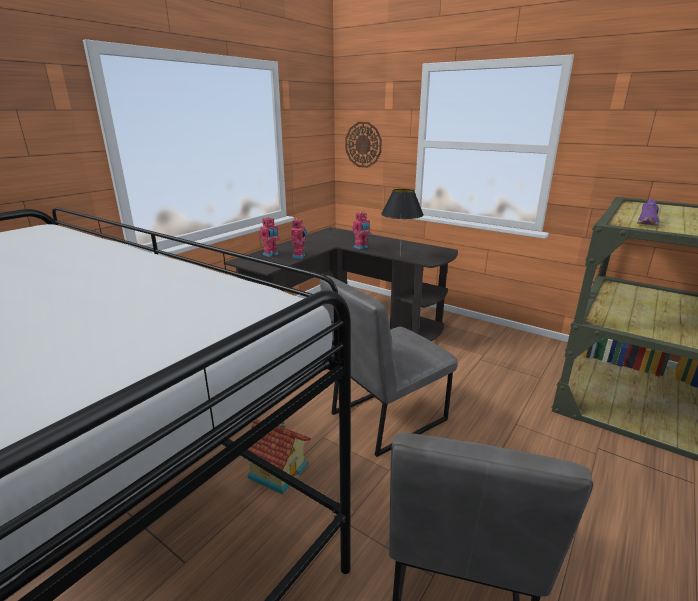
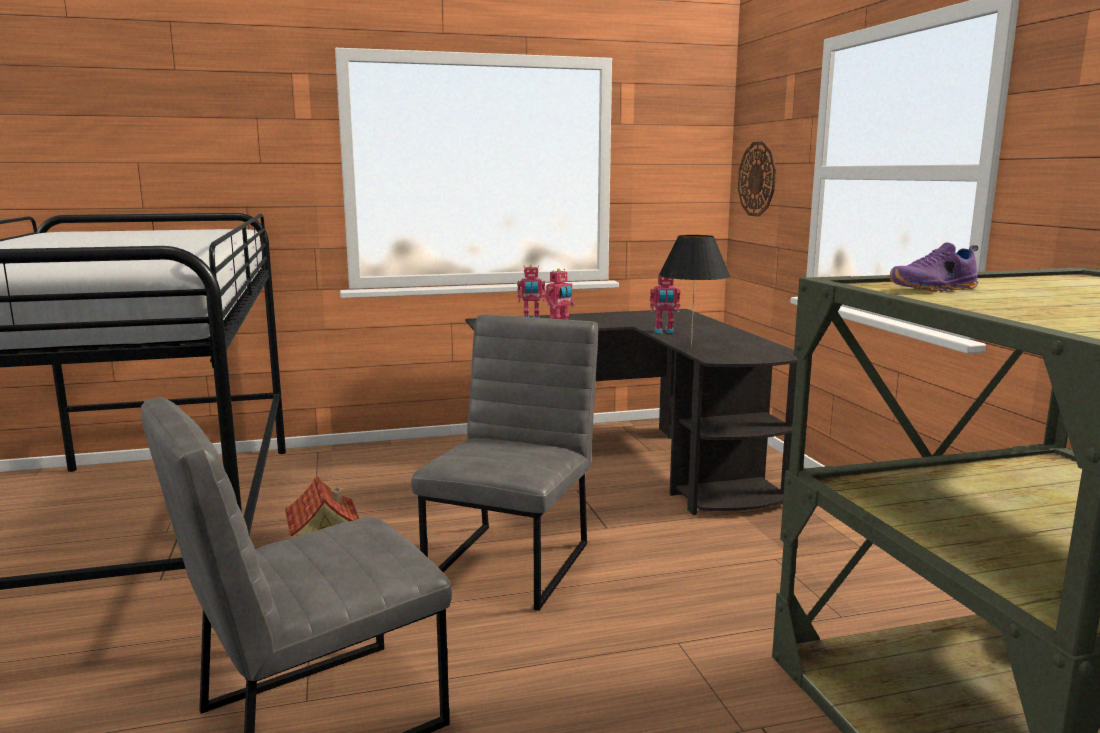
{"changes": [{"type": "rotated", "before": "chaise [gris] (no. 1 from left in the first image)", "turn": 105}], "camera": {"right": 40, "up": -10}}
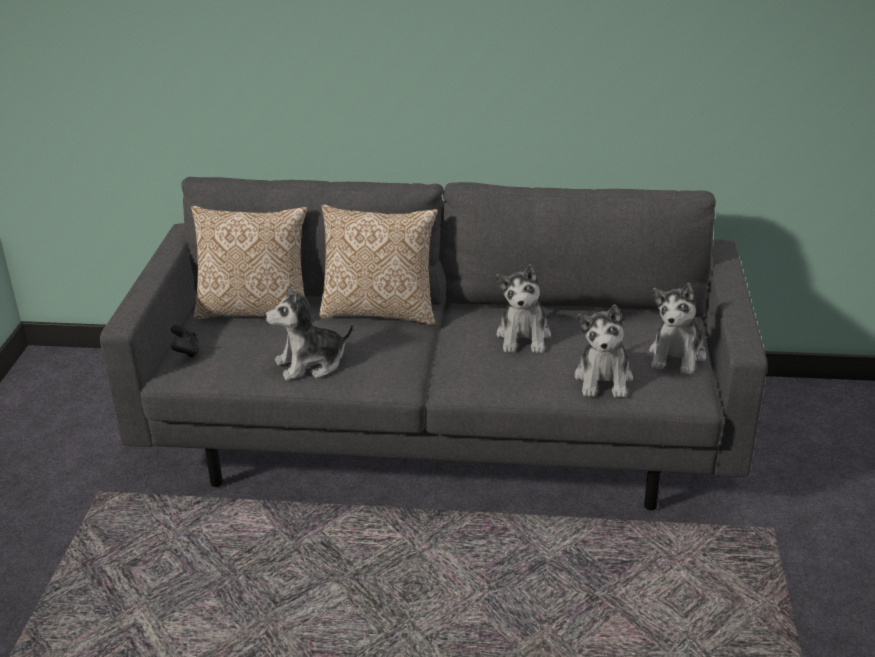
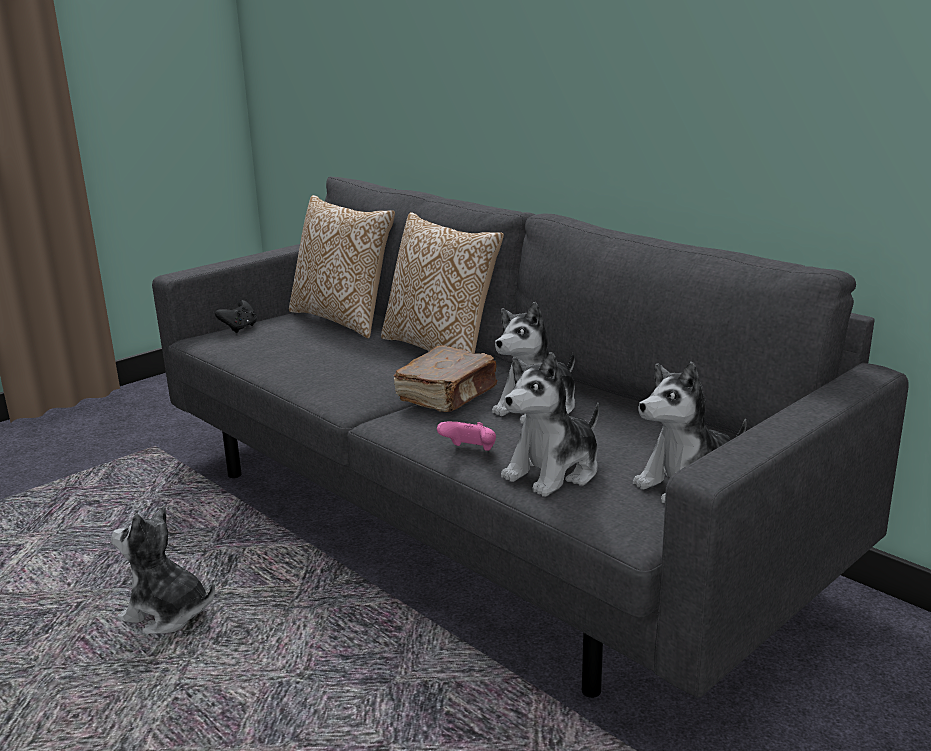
{"changes": [{"type": "new", "after": "livre [marron]"}, {"type": "new", "after": "manette [rose]"}, {"type": "shifted", "before": "peluche (no. 1 from left)"}], "camera": {"right": 40, "up": -10}}
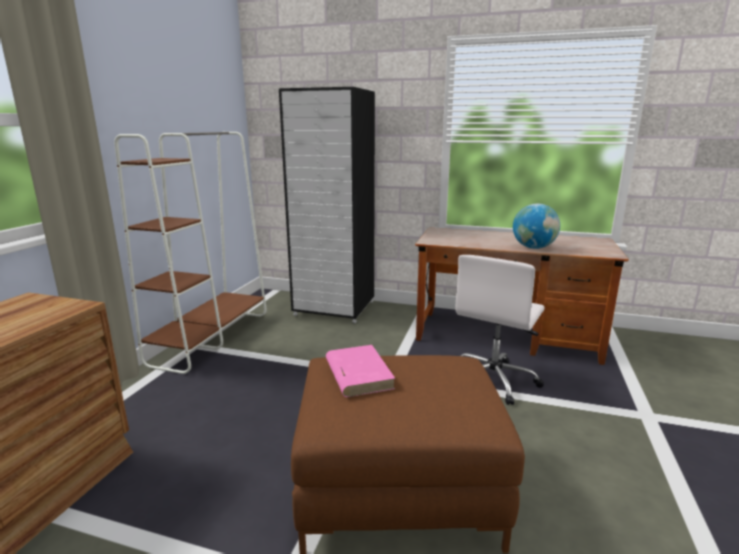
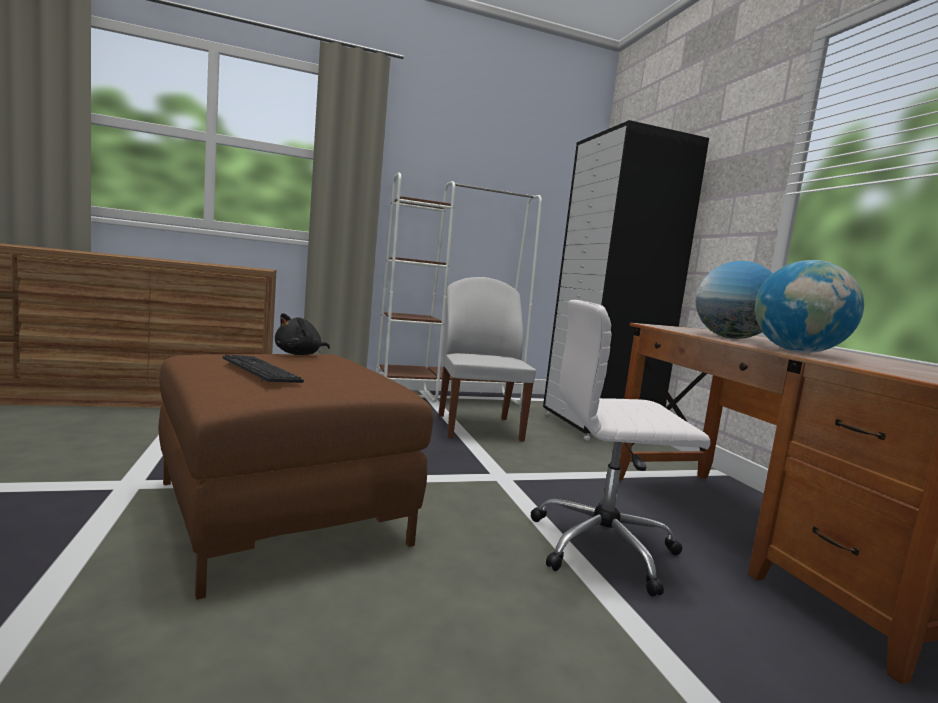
{"changes": [{"type": "new", "after": "clavier"}, {"type": "new", "after": "chaise [blanc]"}, {"type": "new", "after": "globe (no. 1 from left)"}, {"type": "swapped", "before": "livre [rose]", "after": "peluche [noir]"}], "camera": {"right": 55, "up": -10}}
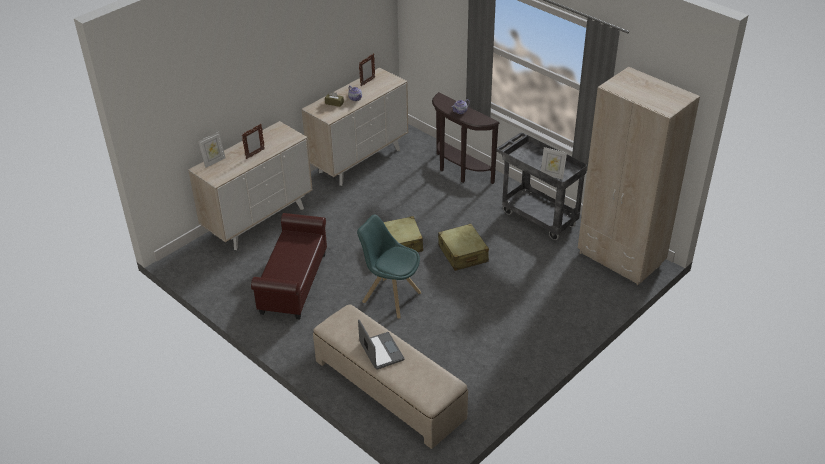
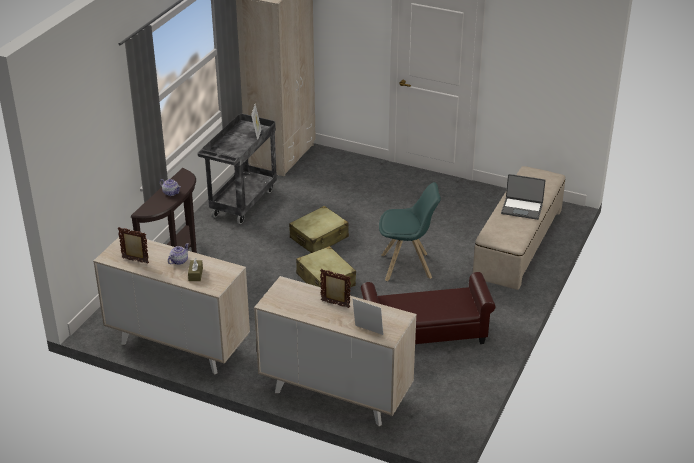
{"changes": [{"type": "rotated", "before": "chaise [turquoise]", "turn": -105}, {"type": "rotated", "before": "ordinateur portable", "turn": -120}], "camera": {"right": -110, "up": -5}}
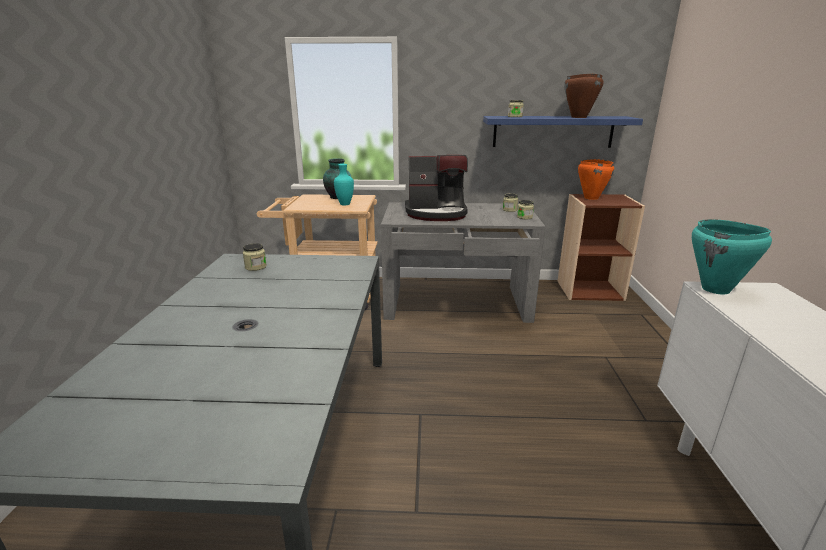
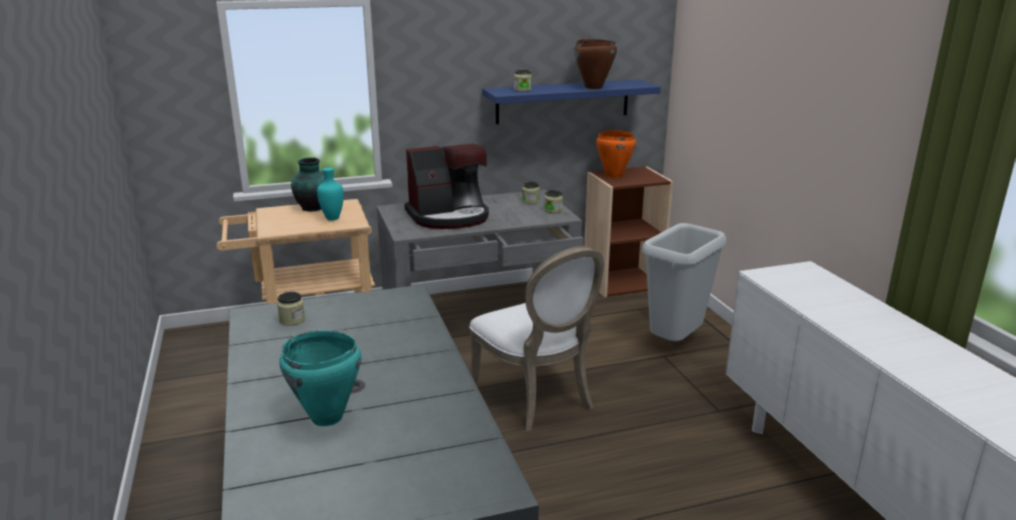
{"changes": [{"type": "new", "after": "chaise [blanc]"}, {"type": "new", "after": "poubelle [gris]"}, {"type": "shifted", "before": "marmite [turquoise]"}], "camera": {"right": -20, "up": 0}}
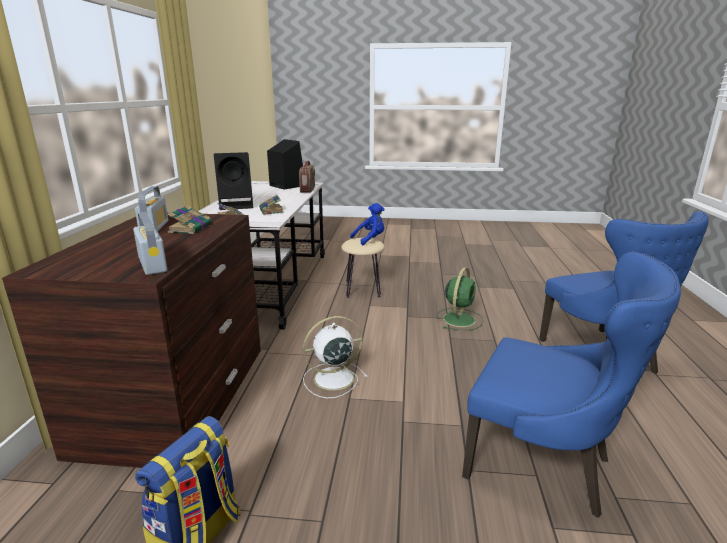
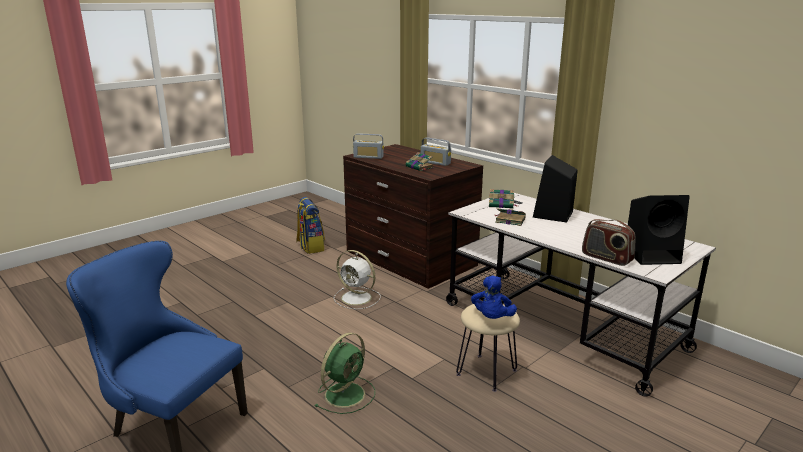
{"changes": [{"type": "gone", "before": "chaise [bleu] (no. 1 from left)"}, {"type": "rotated", "before": "ventilateur [blanc]", "turn": 105}, {"type": "rotated", "before": "ventilateur [vert]", "turn": -120}], "camera": {"right": 130, "up": 0}}
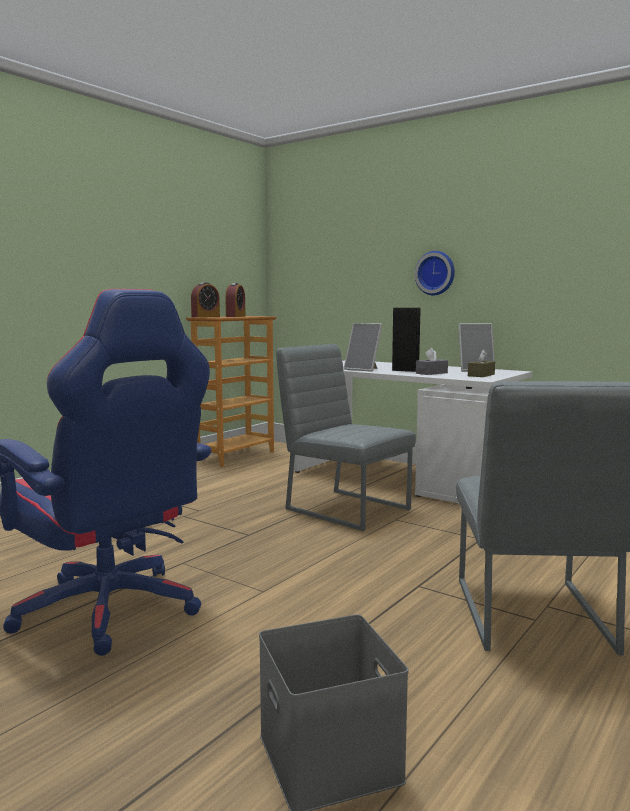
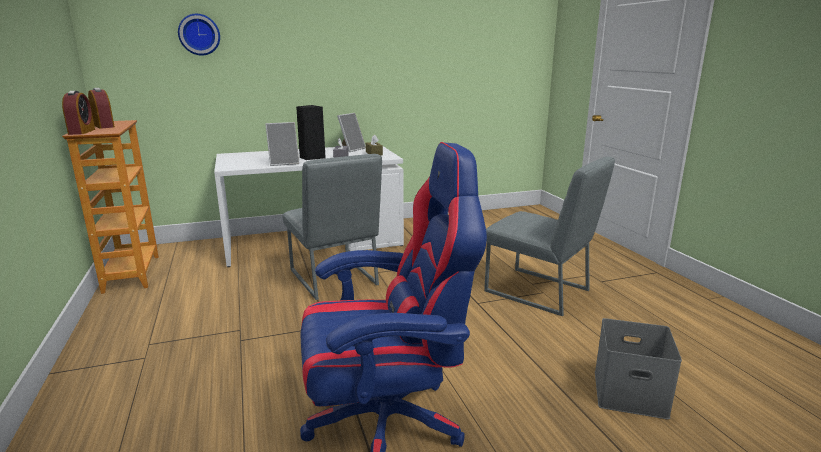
{"changes": [{"type": "shifted", "before": "horloge murale"}, {"type": "rotated", "before": "chaise [gris] (no. 1 from left)", "turn": -105}], "camera": {"right": -55, "up": 10}}
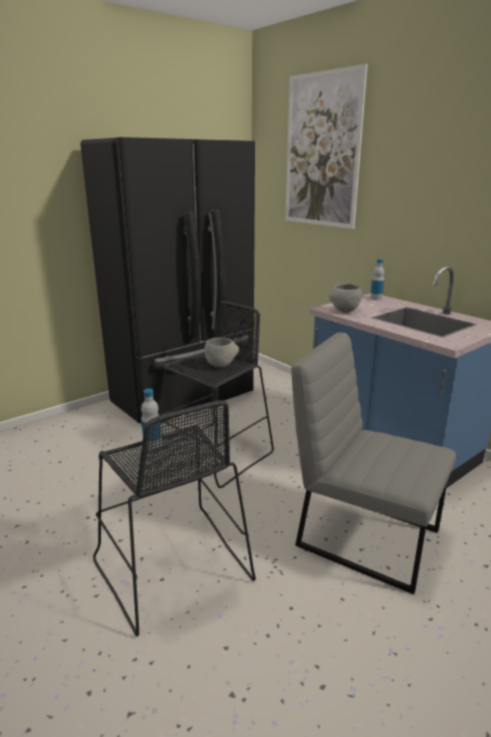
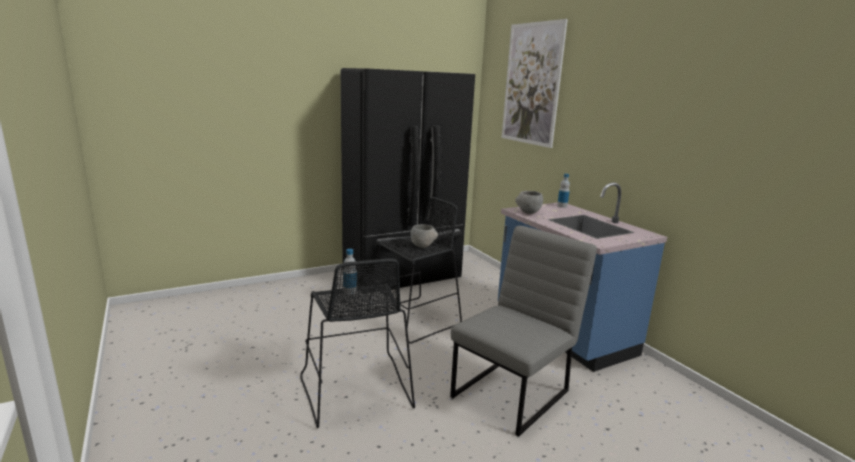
{"changes": [{"type": "rotated", "before": "chaise [gris]", "turn": 90}], "camera": {"right": 10, "up": -5}}
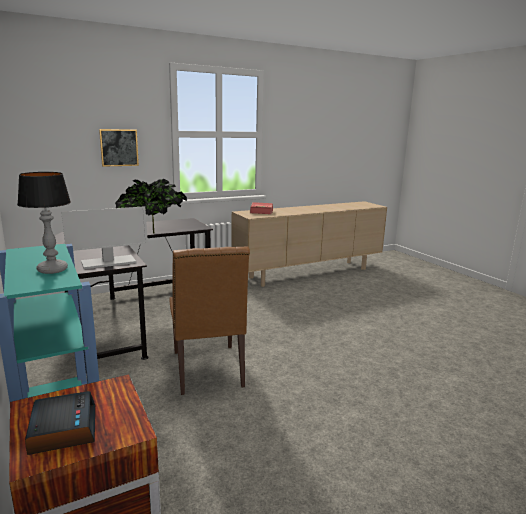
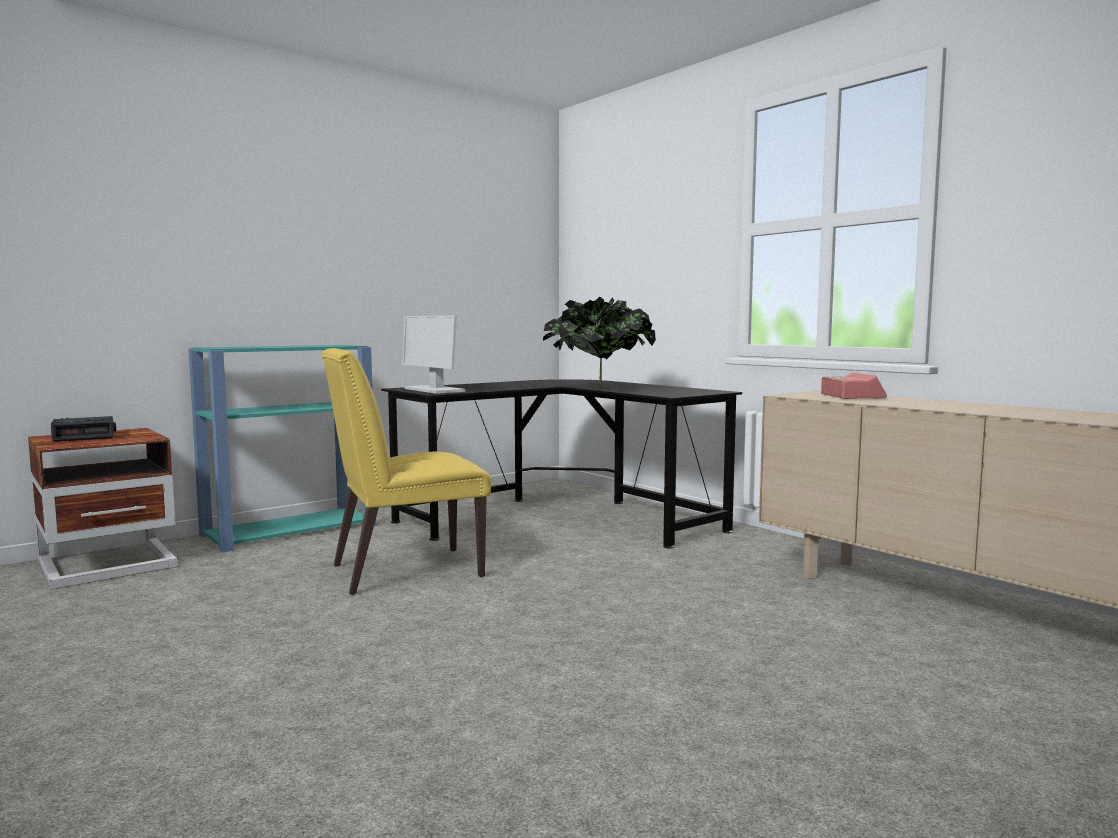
{"changes": [{"type": "gone", "before": "lampe de table"}, {"type": "gone", "before": "tableau"}, {"type": "repainted", "before": "chaise [marron]", "after": "chaise [jaune]"}], "camera": {"right": 80, "up": -10}}
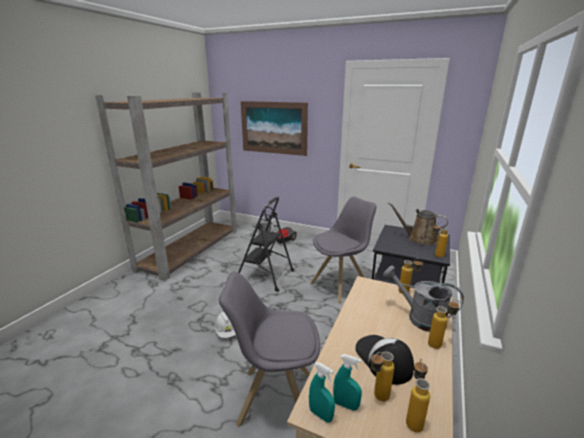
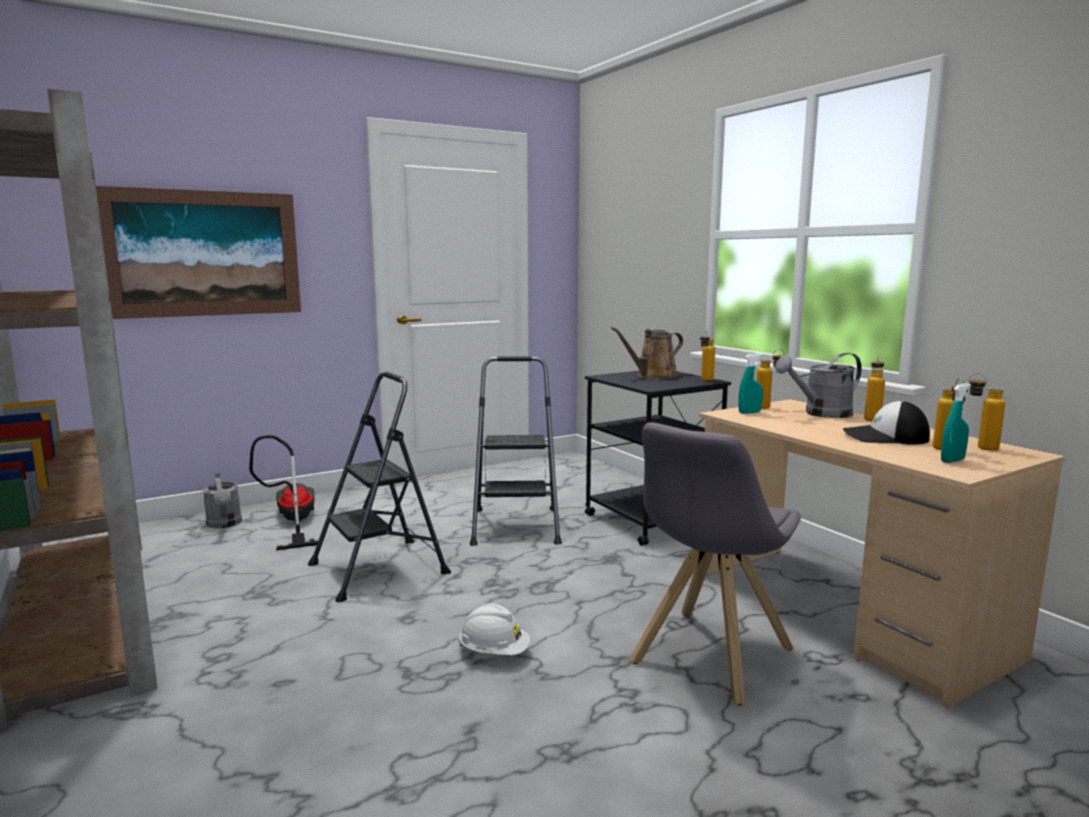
{"changes": [{"type": "shifted", "before": "vaporisateur [turquoise] (no. 1 from left)"}, {"type": "swapped", "before": "chaise [gris] (no. 2 from left)", "after": "escabeau [noir] (no. 2 from left)"}], "camera": {"right": -55, "up": -10}}
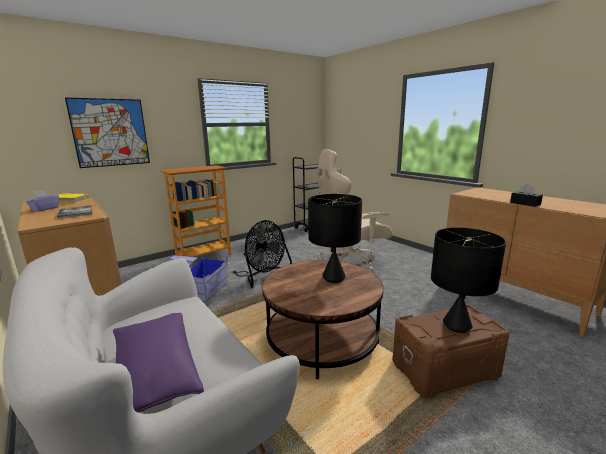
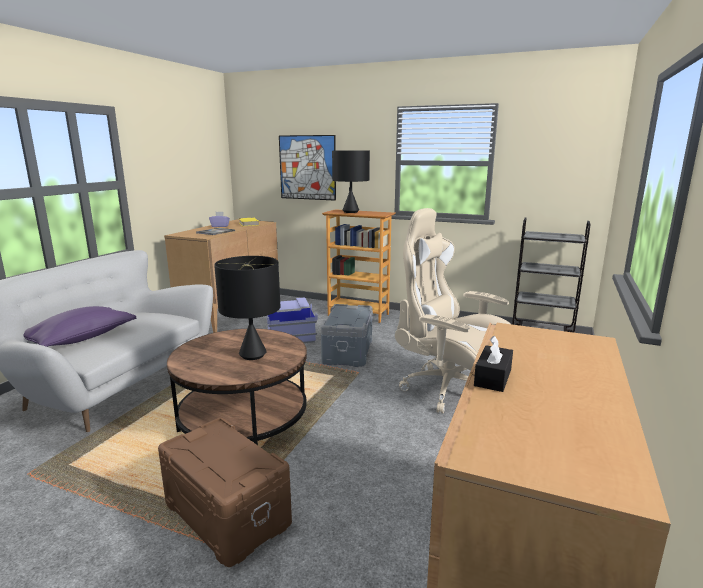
{"changes": [{"type": "shifted", "before": "lampe de table [noir] (no. 2 from left)"}, {"type": "swapped", "before": "ventilateur [noir]", "after": "boîte de rangement [gris]"}], "camera": {"right": 60, "up": 0}}
